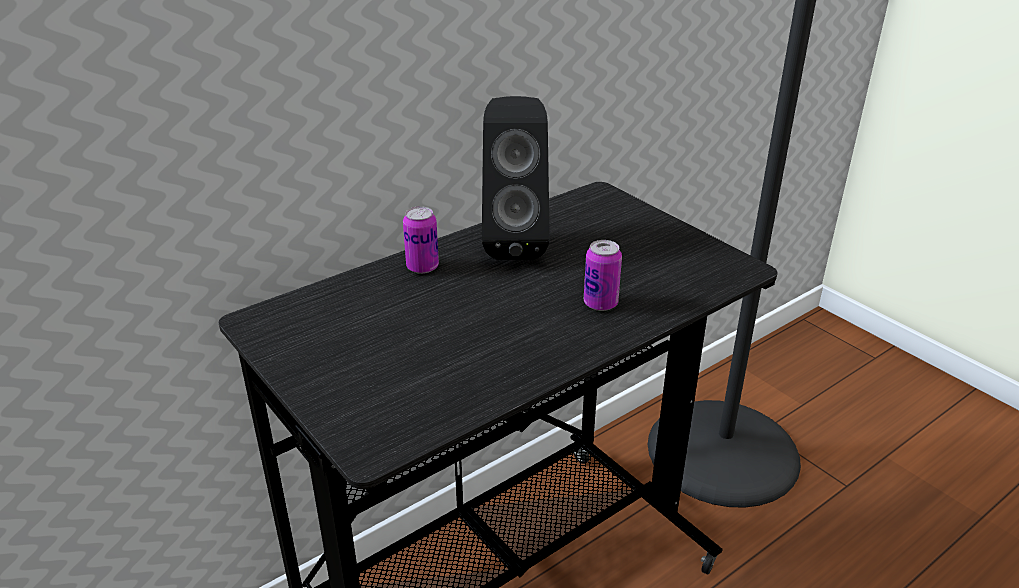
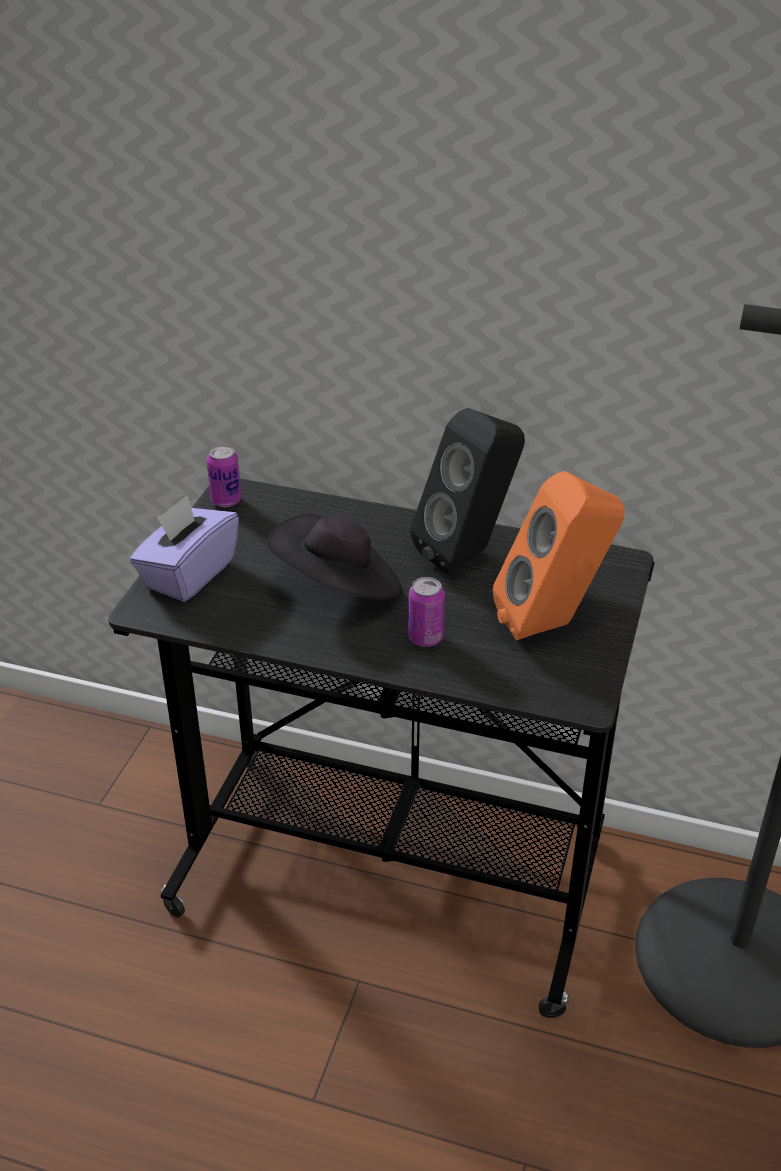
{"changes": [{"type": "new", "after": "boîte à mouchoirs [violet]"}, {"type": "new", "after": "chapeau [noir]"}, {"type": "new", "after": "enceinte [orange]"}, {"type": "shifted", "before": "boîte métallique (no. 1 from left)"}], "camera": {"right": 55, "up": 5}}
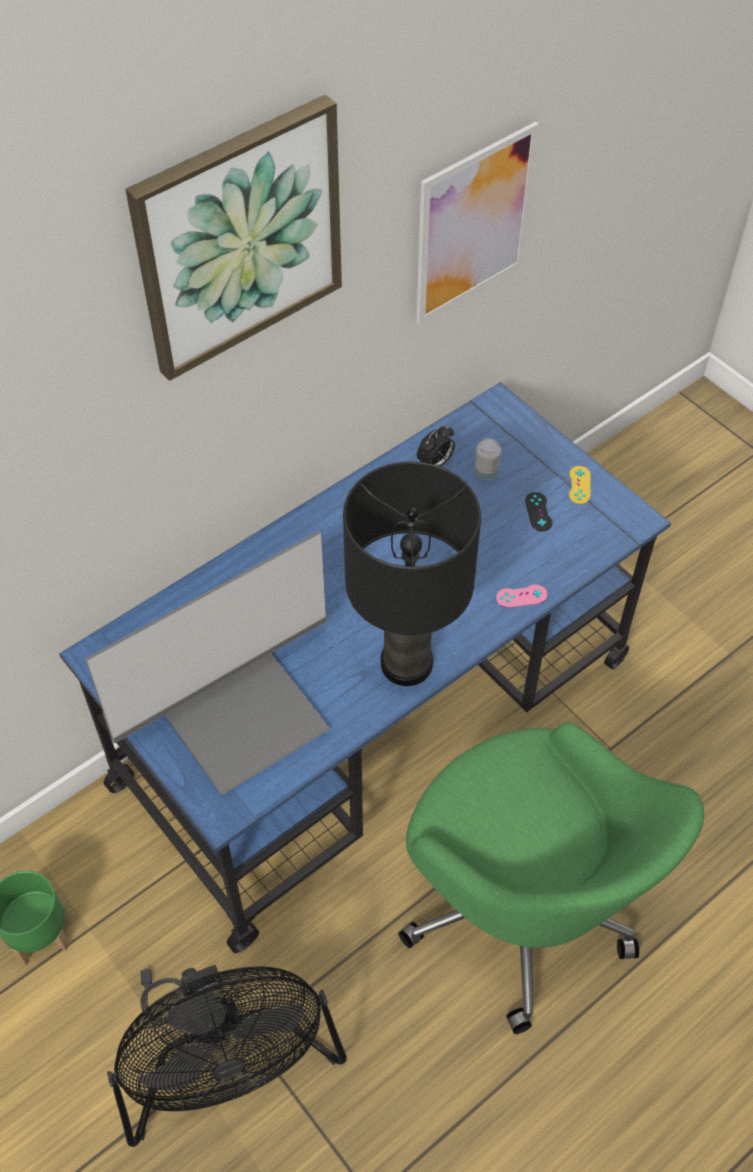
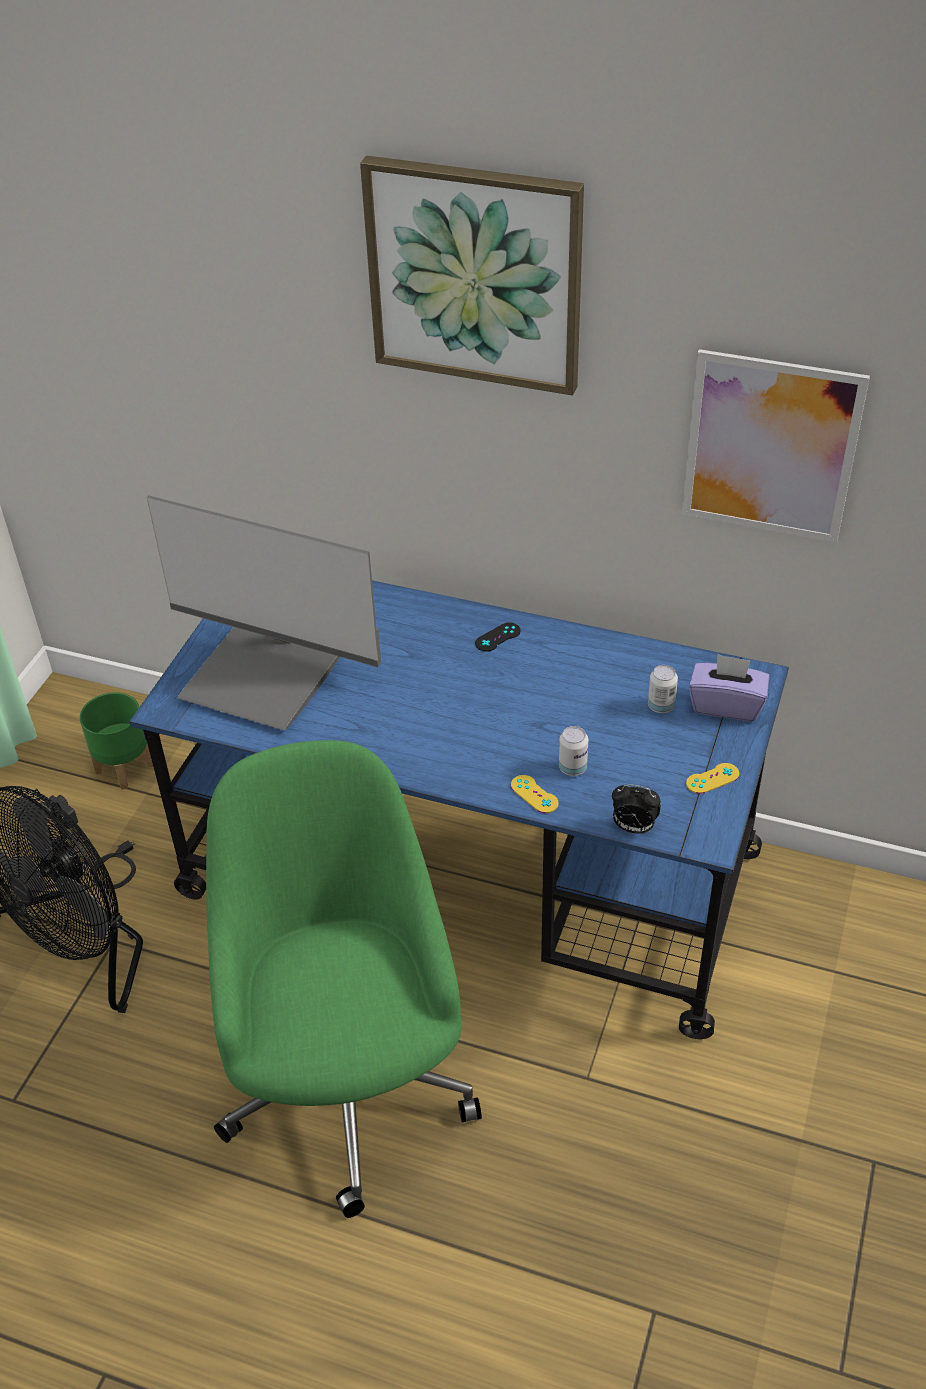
{"changes": [{"type": "gone", "before": "lampe de table [noir]"}, {"type": "new", "after": "boîte métallique (no. 1 from left)"}, {"type": "new", "after": "boîte à mouchoirs [violet]"}, {"type": "shifted", "before": "réveil"}, {"type": "shifted", "before": "manette [noir]"}, {"type": "repainted", "before": "manette [rose]", "after": "manette [jaune] (no. 1 from left)"}, {"type": "rotated", "before": "chaise de bureau [vert]", "turn": 150}], "camera": {"right": 60, "up": -10}}
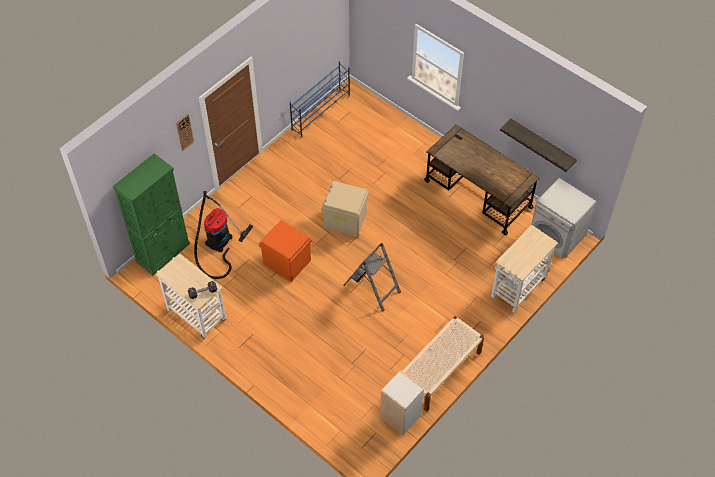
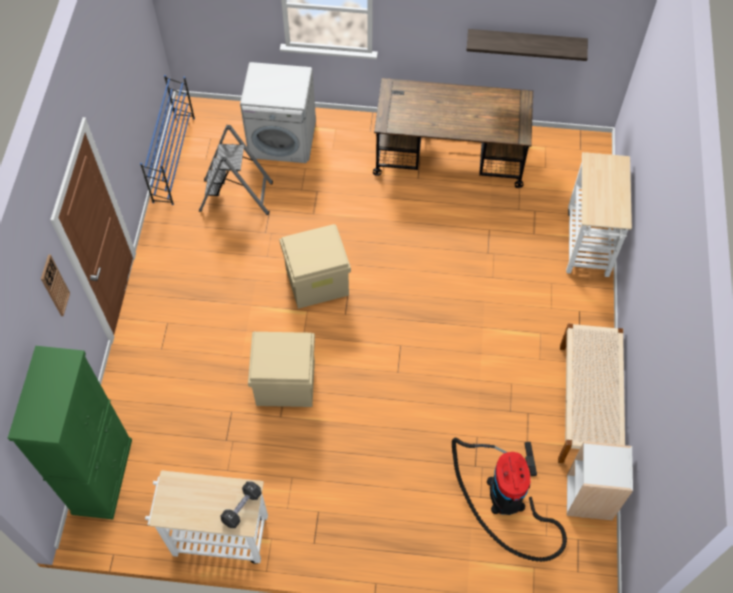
{"changes": [{"type": "shifted", "before": "aspirateur"}, {"type": "shifted", "before": "escabeau [gris]"}, {"type": "shifted", "before": "lave-linge [blanc]"}, {"type": "repainted", "before": "boîte de rangement [orange]", "after": "boîte de rangement [beige] (no. 1 from left)"}], "camera": {"right": -35, "up": 5}}
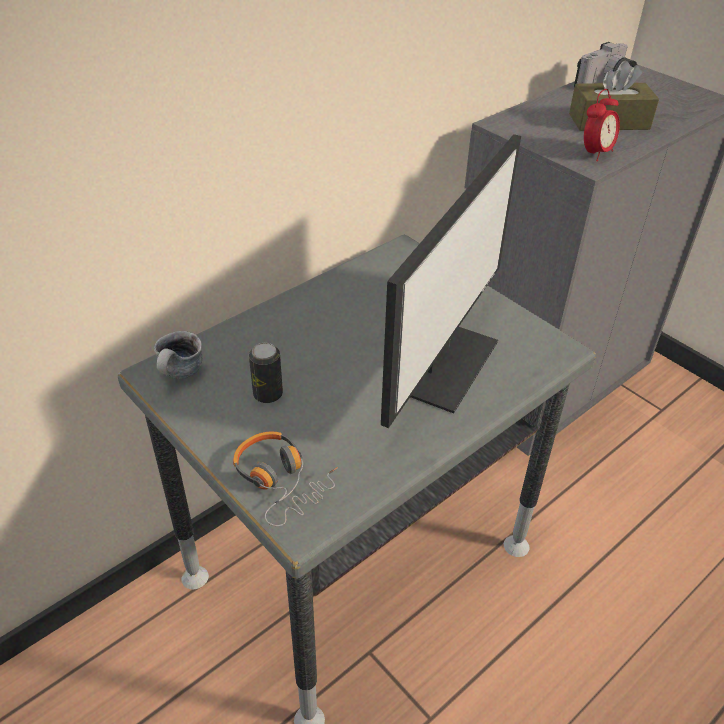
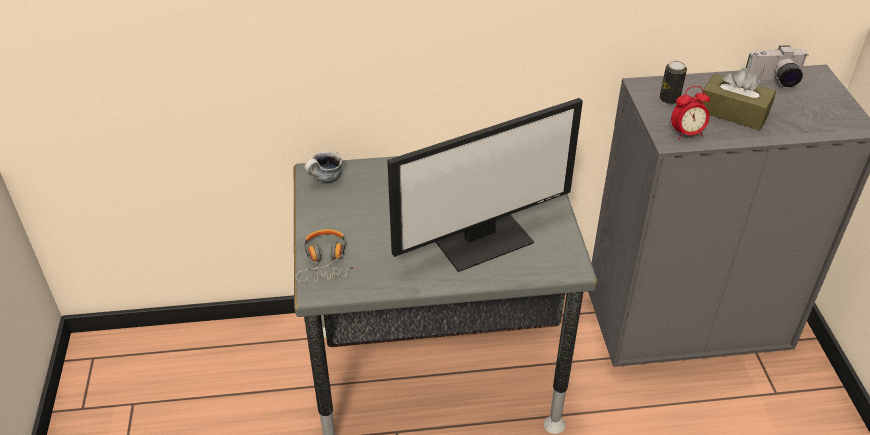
{"changes": [{"type": "shifted", "before": "boîte métallique"}], "camera": {"right": 35, "up": 0}}
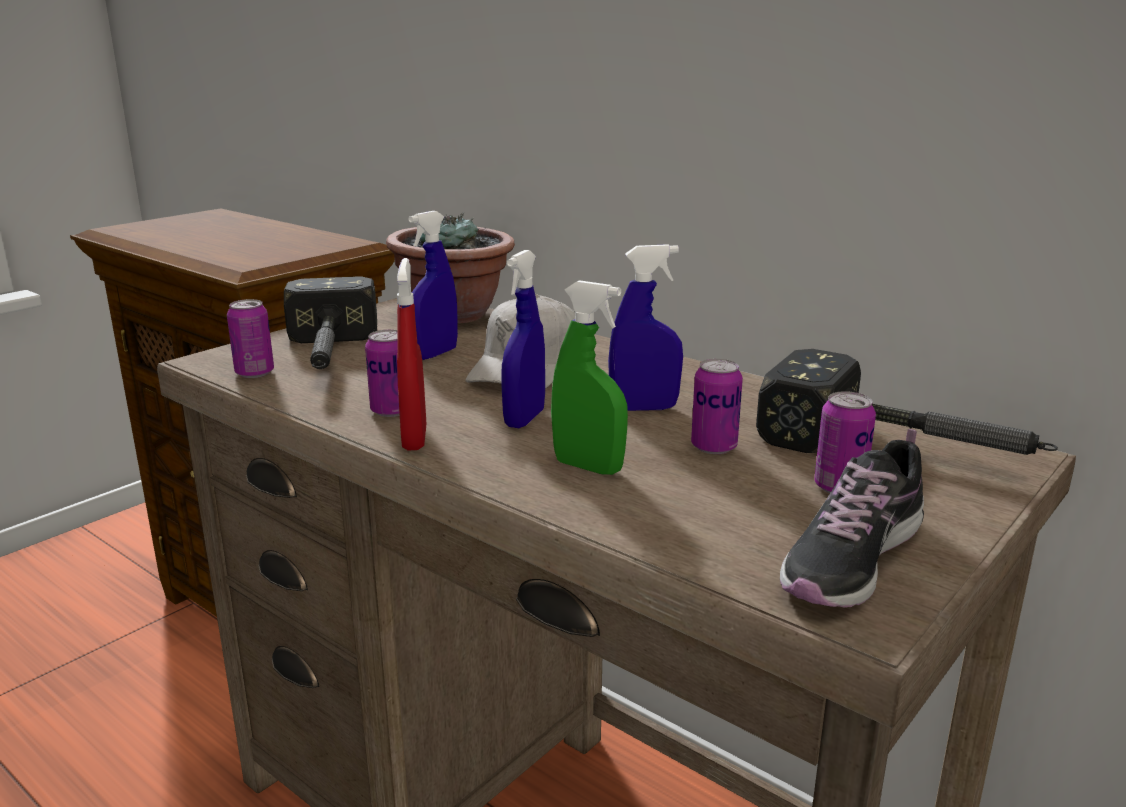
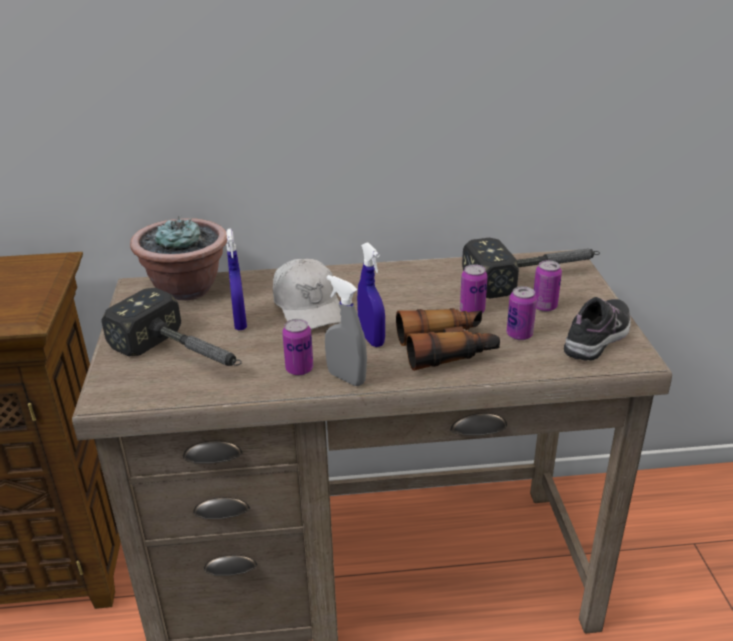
{"changes": [{"type": "gone", "before": "vaporisateur [bleu] (no. 3 from left)"}, {"type": "shifted", "before": "boîte métallique (no. 1 from left in the first image)", "after": "boîte métallique (no. 3 from left)"}, {"type": "swapped", "before": "vaporisateur [vert]", "after": "jumelles"}, {"type": "repainted", "before": "vaporisateur [rouge]", "after": "vaporisateur [gris]"}, {"type": "rotated", "before": "chaussure", "turn": -135}], "camera": {"right": -45, "up": 10}}
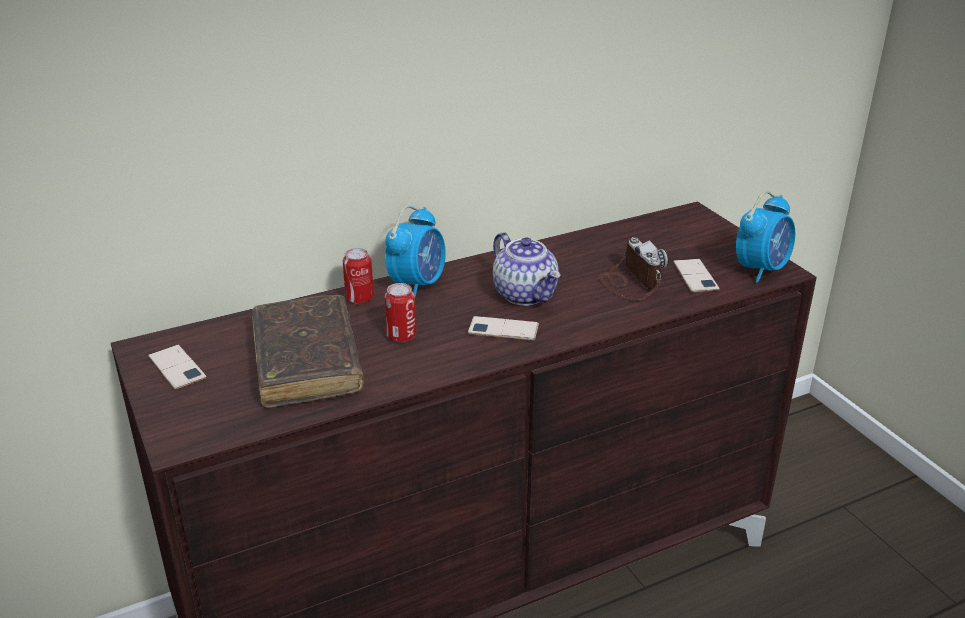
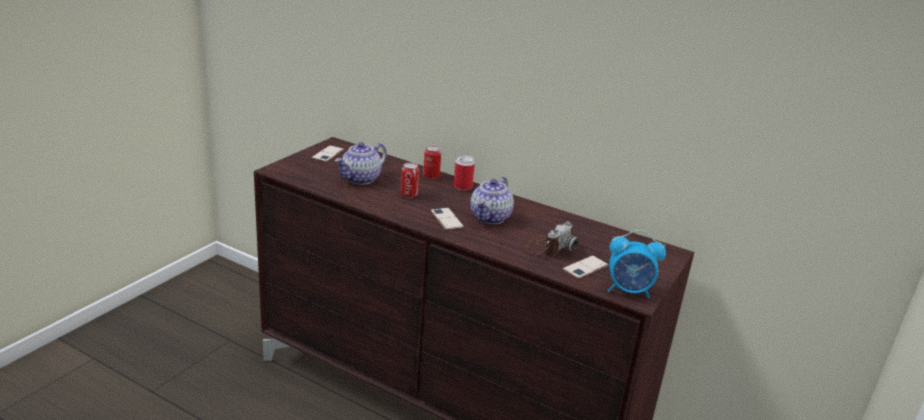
{"changes": [{"type": "swapped", "before": "livre [marron]", "after": "théière (no. 1 from left)"}, {"type": "swapped", "before": "réveil (no. 1 from left)", "after": "boîte métallique (no. 3 from left)"}], "camera": {"right": 55, "up": -5}}
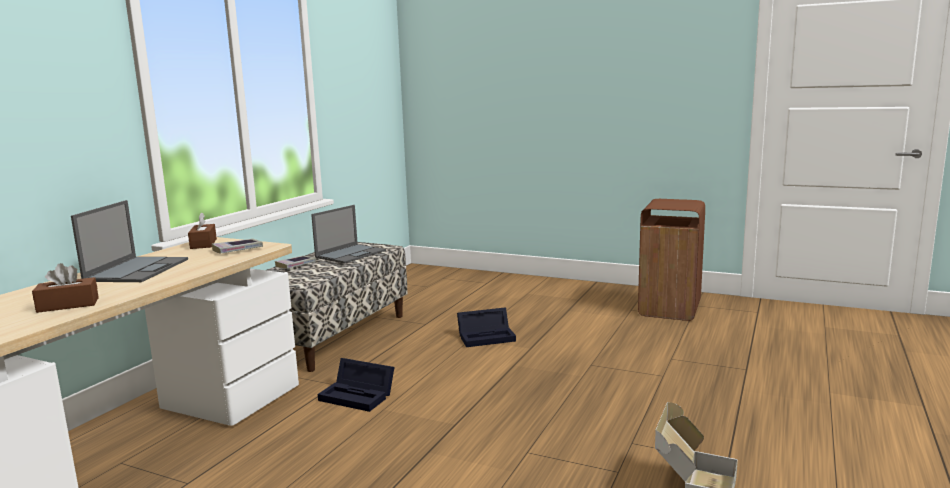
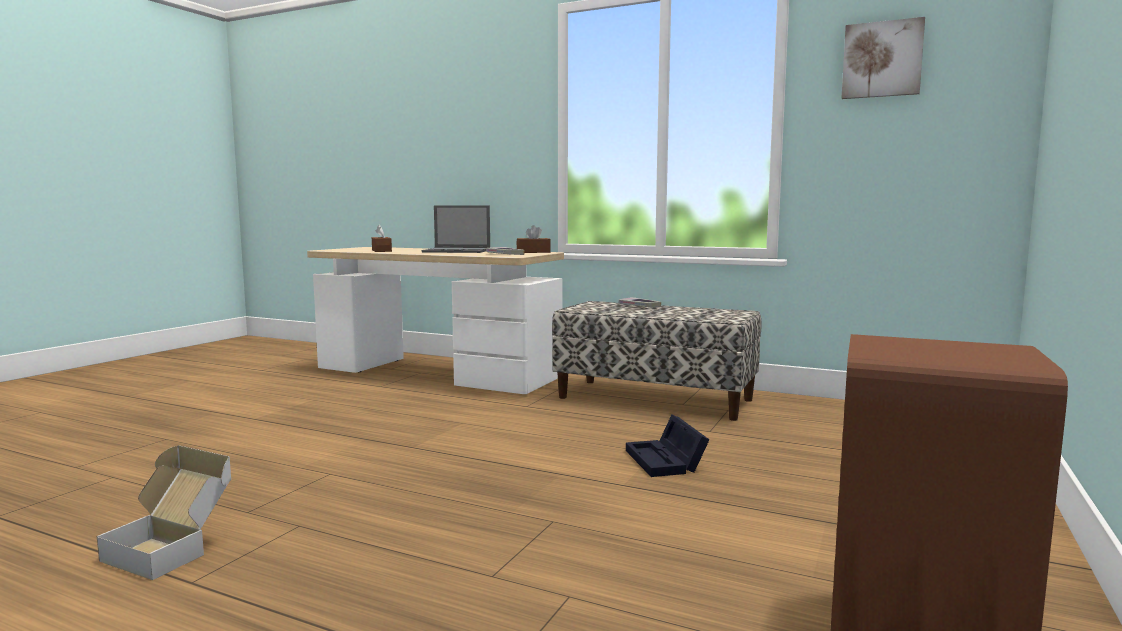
{"changes": [{"type": "gone", "before": "ordinateur portable (no. 2 from left)"}, {"type": "gone", "before": "boîte de rangement [noir] (no. 1 from left)"}, {"type": "new", "after": "tableau"}], "camera": {"right": 90, "up": -5}}
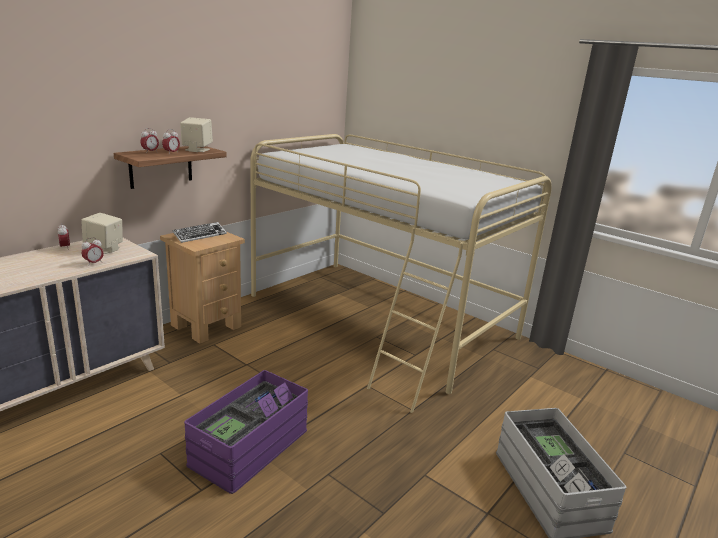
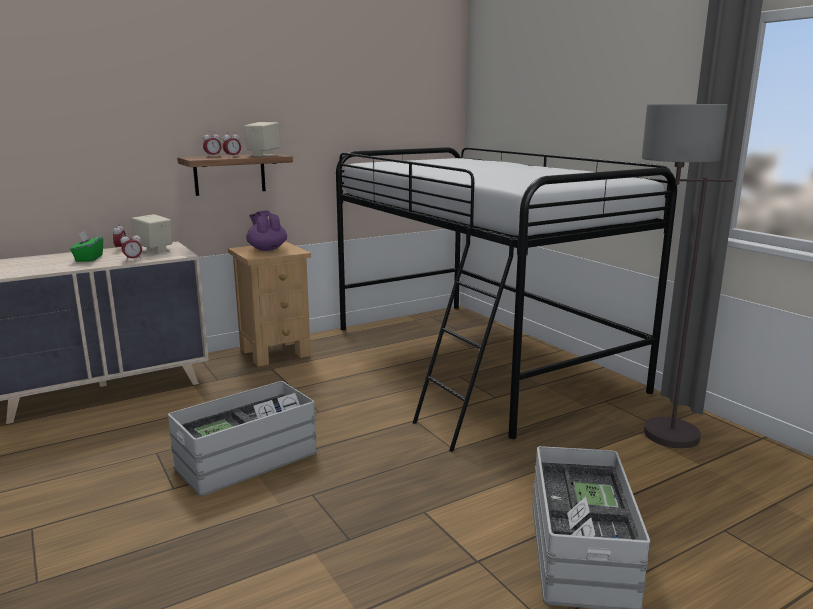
{"changes": [{"type": "new", "after": "boîte à mouchoirs [vert]"}, {"type": "new", "after": "lampadaire [gris]"}, {"type": "swapped", "before": "clavier", "after": "théière [violet]"}, {"type": "repainted", "before": "boîte de rangement [violet]", "after": "boîte de rangement [gris] (no. 1 from left)"}, {"type": "repainted", "before": "lit [beige]", "after": "lit [noir]"}], "camera": {"right": 20, "up": -5}}
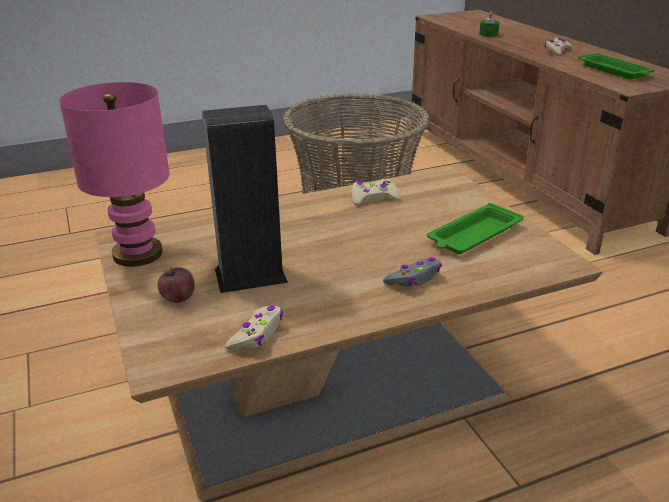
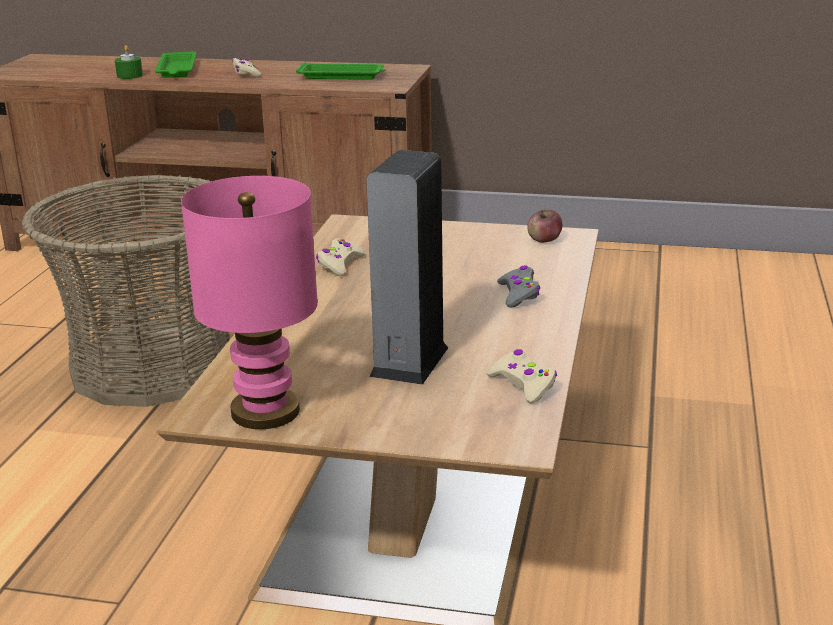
{"changes": [{"type": "shifted", "before": "pomme"}, {"type": "shifted", "before": "plateau [vert] (no. 1 from left)"}], "camera": {"right": -55, "up": -5}}
